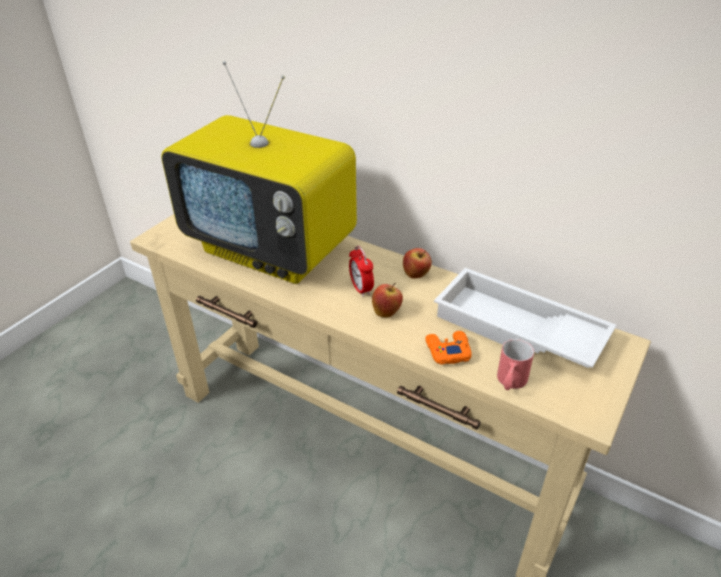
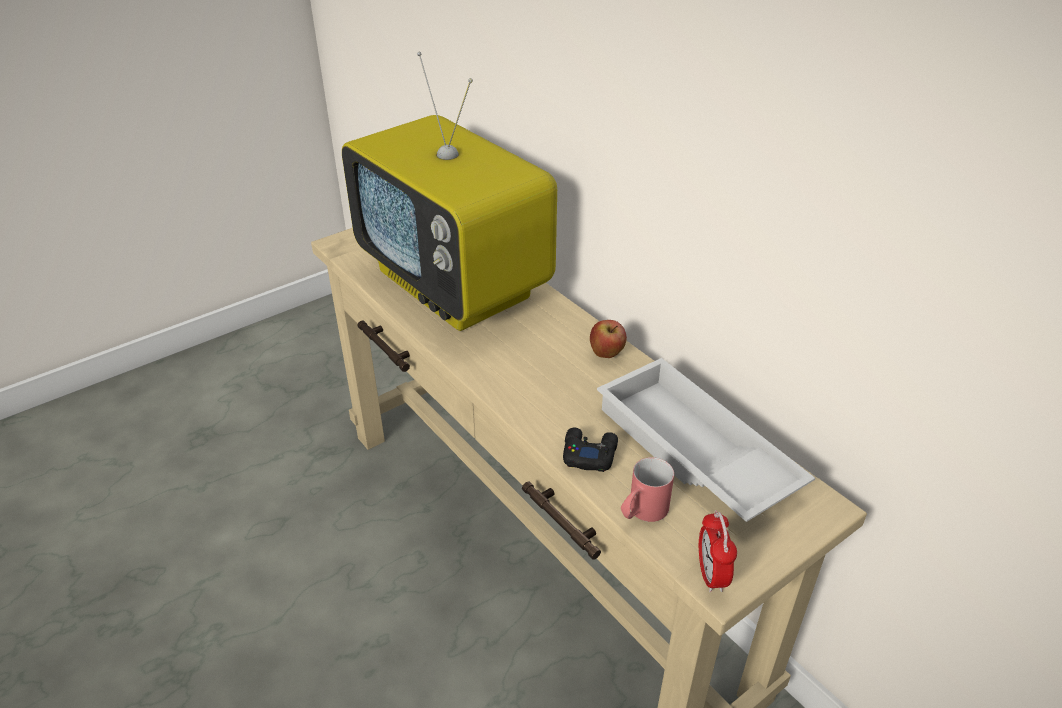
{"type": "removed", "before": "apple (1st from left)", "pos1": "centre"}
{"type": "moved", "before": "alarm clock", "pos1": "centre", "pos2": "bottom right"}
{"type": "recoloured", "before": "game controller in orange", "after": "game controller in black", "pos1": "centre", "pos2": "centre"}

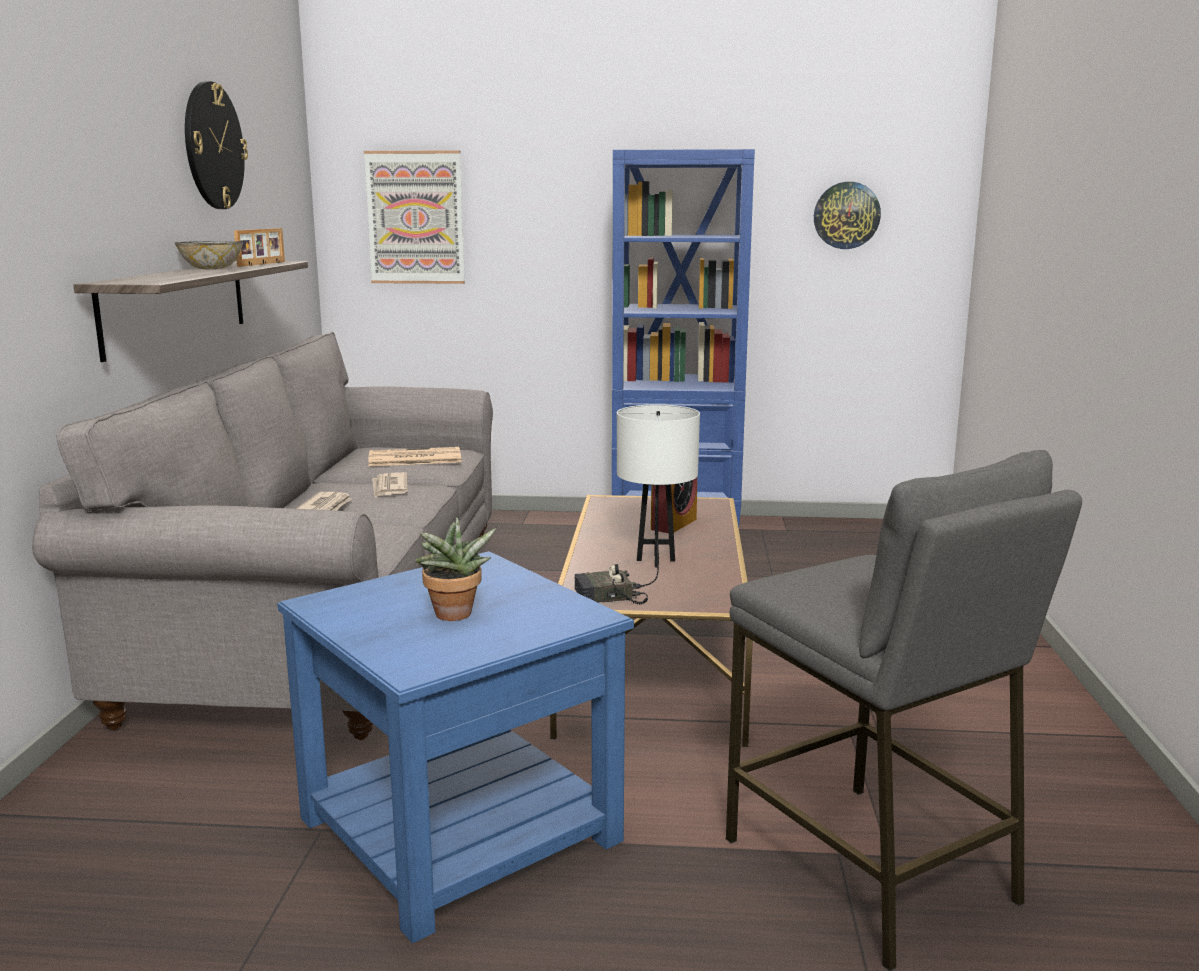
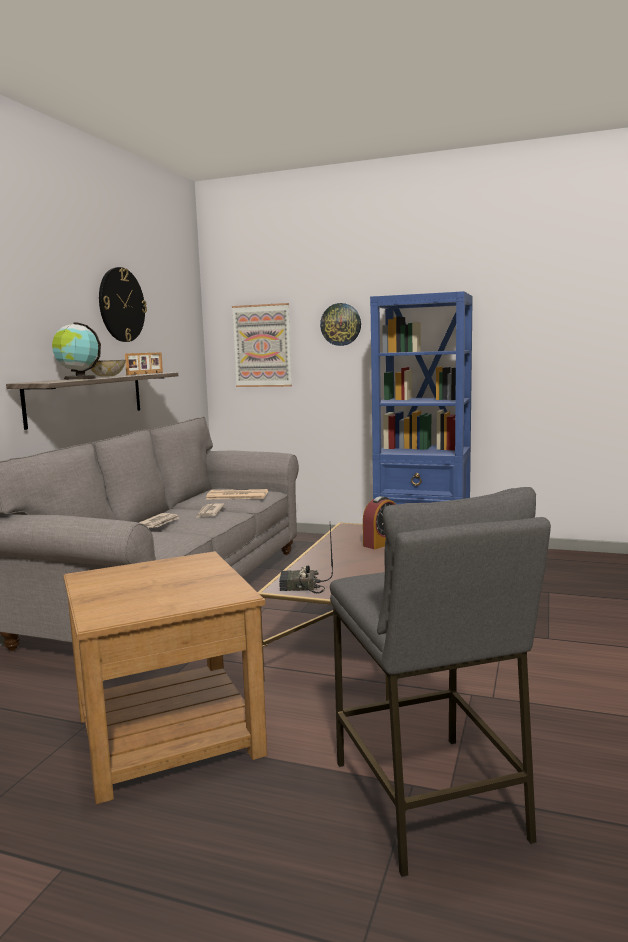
{"type": "removed", "before": "potted plant", "pos1": "centre"}
{"type": "removed", "before": "table lamp in white", "pos1": "centre"}
{"type": "added", "after": "globe", "pos2": "middle left"}
{"type": "moved", "before": "wall clock (2nd from left)", "pos1": "top right", "pos2": "centre"}
{"type": "recoloured", "before": "side table in blue", "after": "side table in brown", "pos1": "bottom centre", "pos2": "bottom left"}

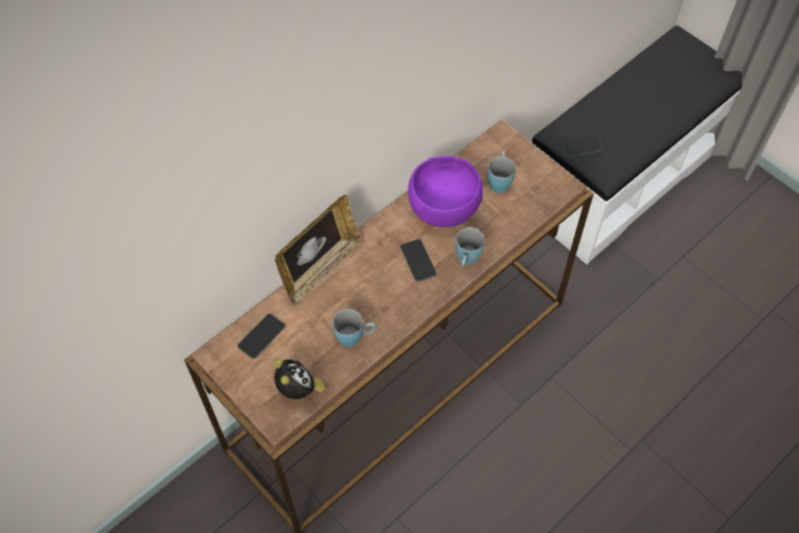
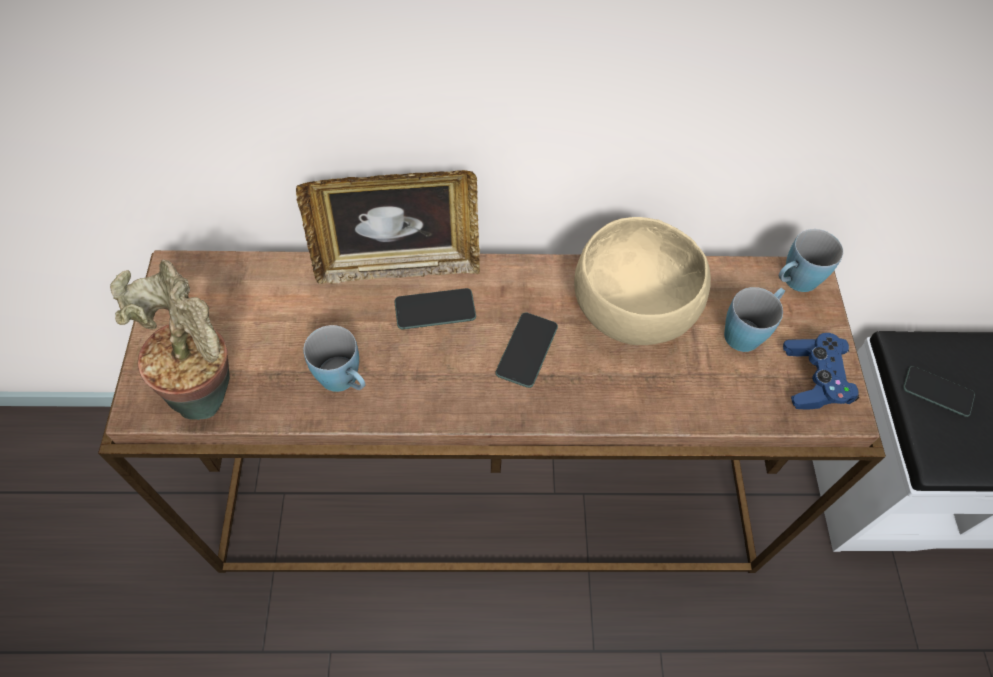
{"type": "added", "after": "game controller in blue", "pos2": "middle right"}
{"type": "moved", "before": "phone (1st from left)", "pos1": "middle left", "pos2": "centre"}
{"type": "moved", "before": "mug in blue (2nd from left in the first image)", "after": "mug in blue (3rd from left)", "pos1": "centre", "pos2": "middle right"}
{"type": "replaced", "before": "alarm clock", "after": "potted plant", "pos1": "bottom centre", "pos2": "middle left"}
{"type": "recoloured", "before": "bowl in purple", "after": "bowl in beige", "pos1": "centre", "pos2": "centre"}

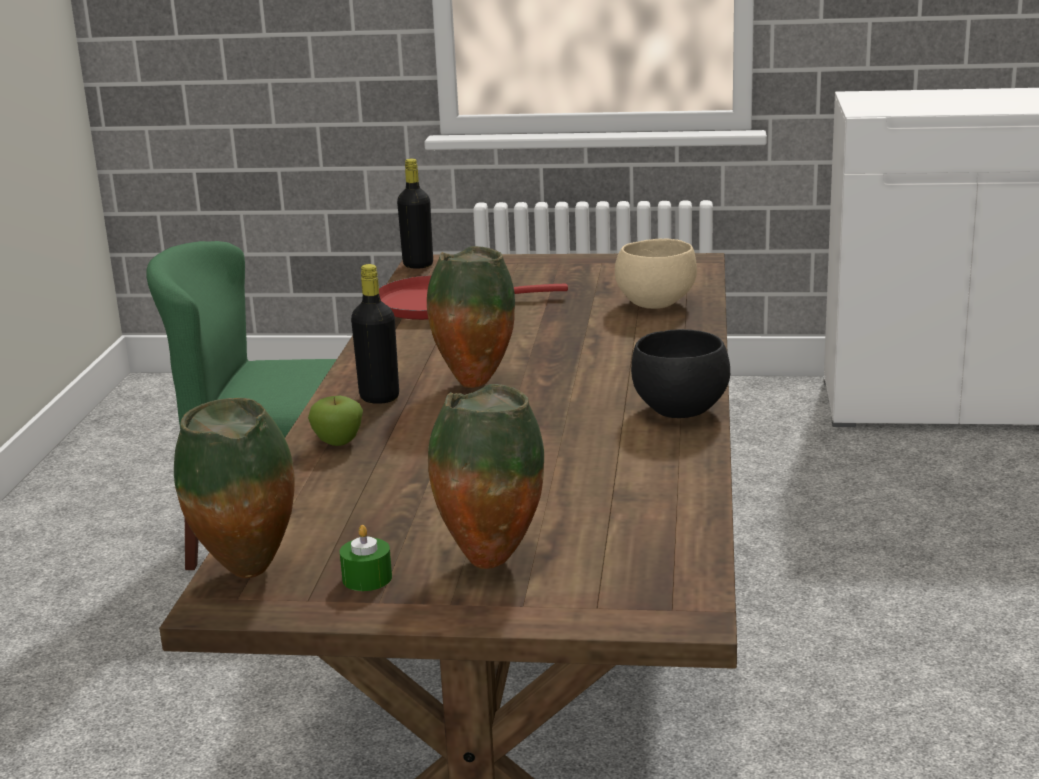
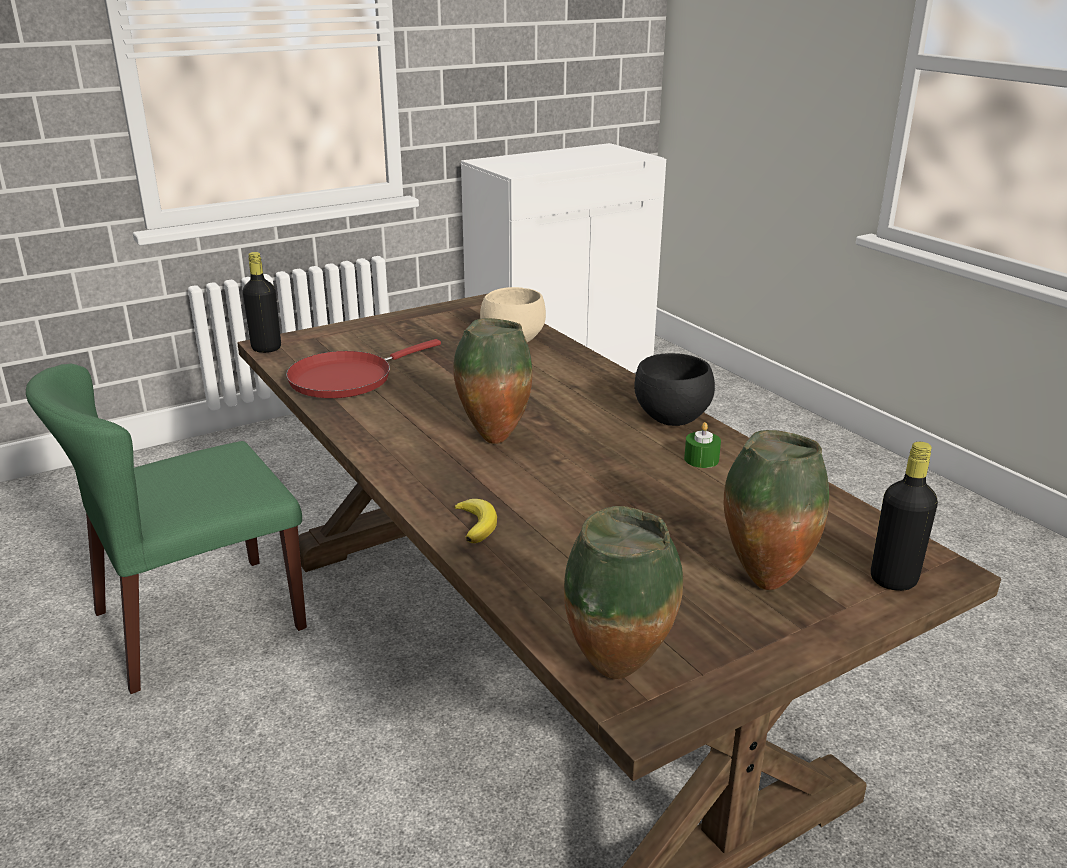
{"type": "moved", "before": "candle in green", "pos1": "bottom centre", "pos2": "centre"}
{"type": "moved", "before": "bottle in black (1st from left in the first image)", "after": "bottle in black (2nd from left)", "pos1": "centre", "pos2": "middle right"}
{"type": "replaced", "before": "apple", "after": "banana", "pos1": "middle left", "pos2": "centre"}

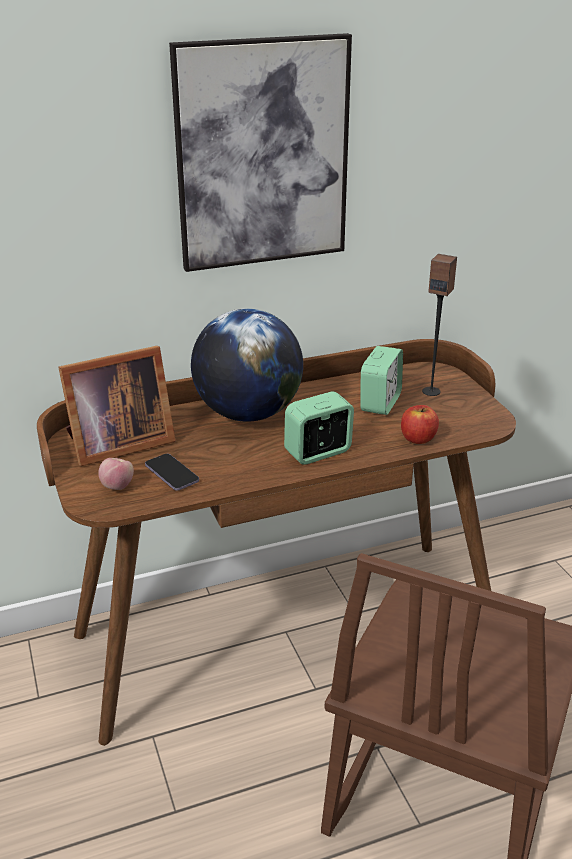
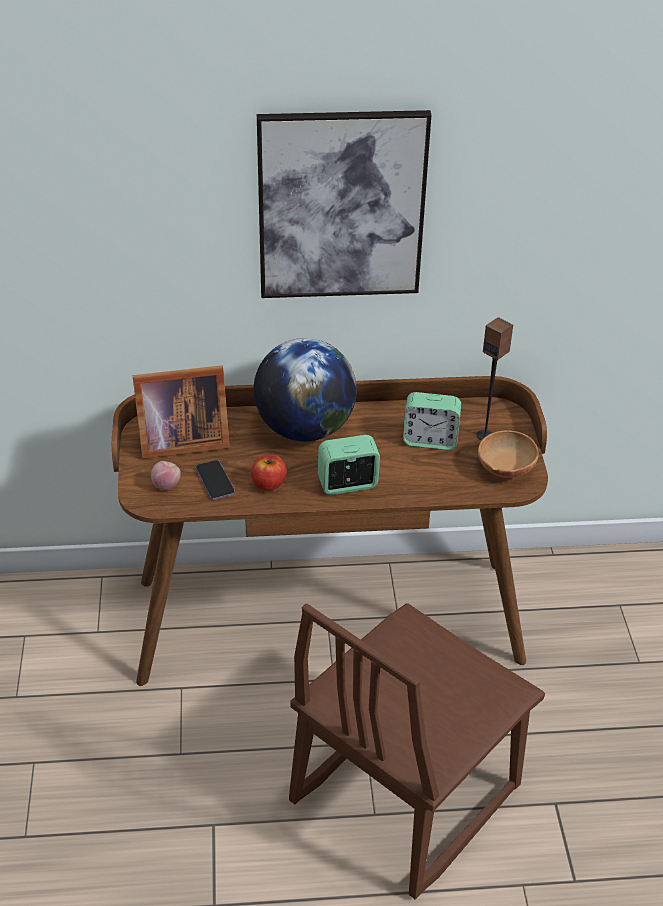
{"type": "added", "after": "bowl in brown", "pos2": "middle right"}
{"type": "moved", "before": "apple (2nd from left)", "pos1": "middle right", "pos2": "centre"}
{"type": "turned", "before": "alarm clock (2nd from left)", "pos1": "centre", "pos2": "centre", "turn": 60}

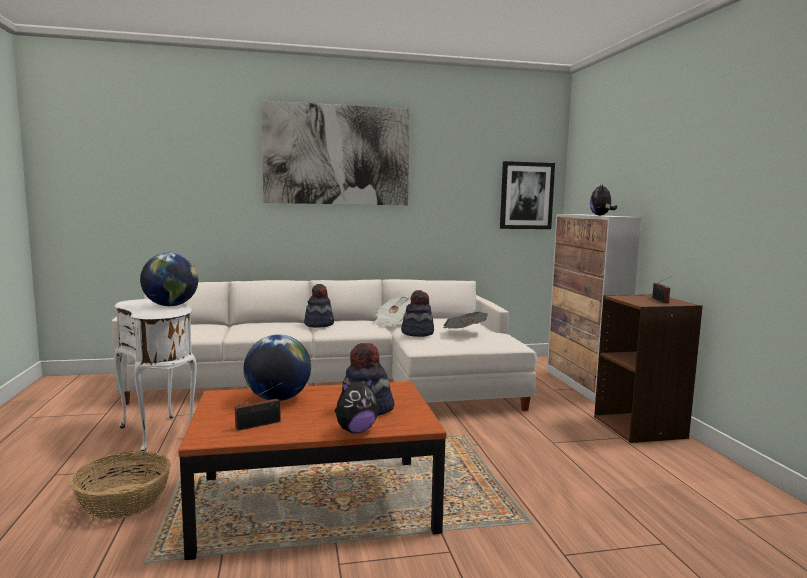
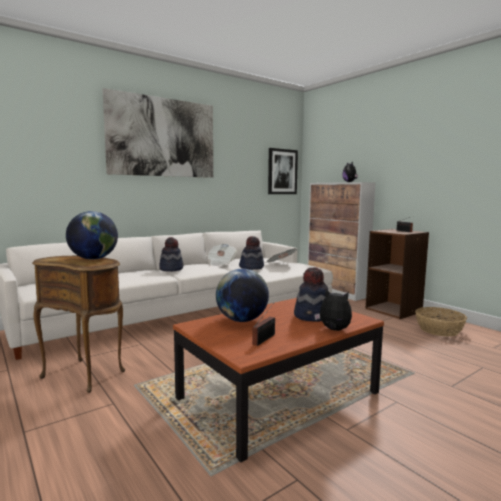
{"type": "moved", "before": "basket", "pos1": "bottom left", "pos2": "middle right"}
{"type": "recoloured", "before": "side table in white", "after": "side table in brown", "pos1": "middle left", "pos2": "middle left"}
{"type": "turned", "before": "plush toy (1st from left)", "pos1": "bottom centre", "pos2": "centre", "turn": -90}

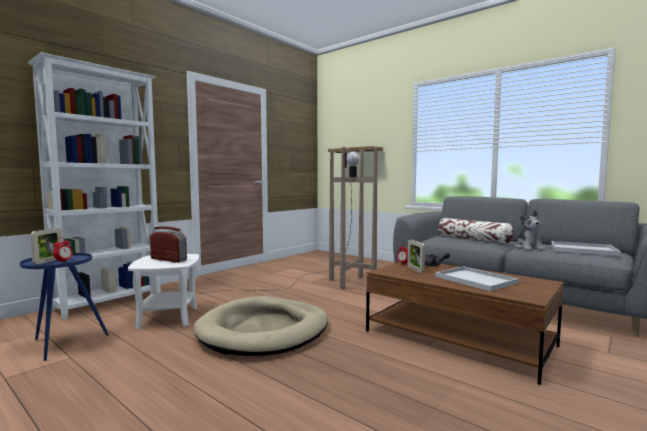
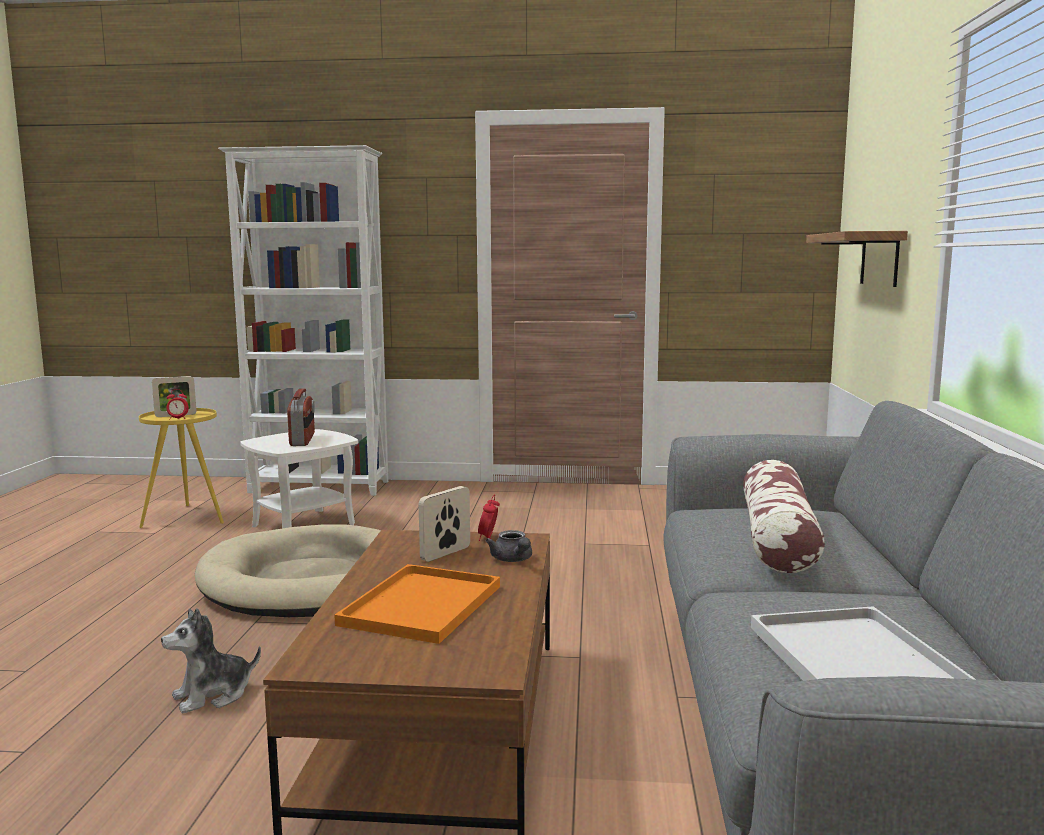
{"type": "removed", "before": "floor lamp in brown", "pos1": "centre"}
{"type": "moved", "before": "plush toy", "pos1": "middle right", "pos2": "bottom left"}
{"type": "recoloured", "before": "side table in blue", "after": "side table in yellow", "pos1": "bottom left", "pos2": "middle left"}
{"type": "recoloured", "before": "tray in white (1st from left)", "after": "tray in orange", "pos1": "middle right", "pos2": "bottom centre"}

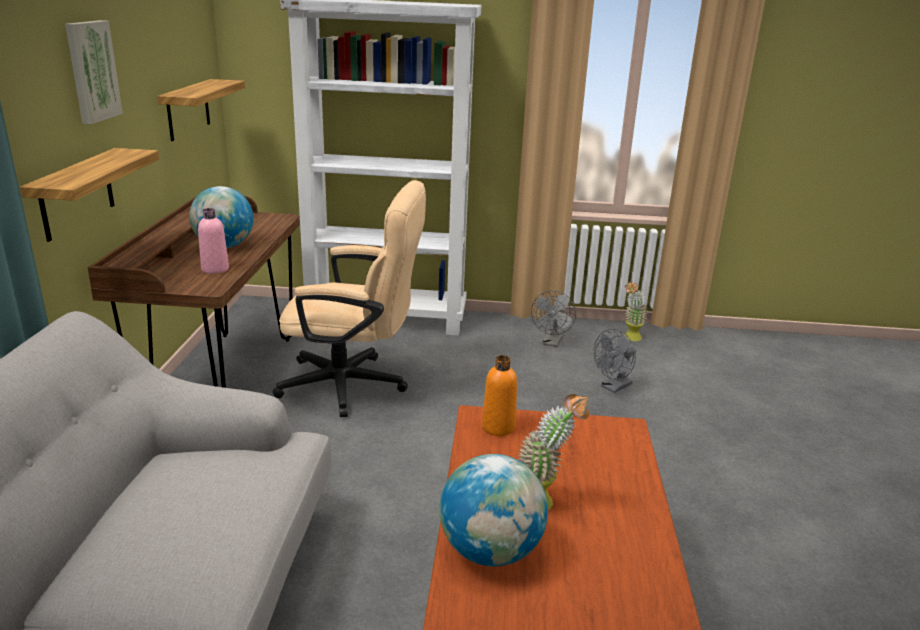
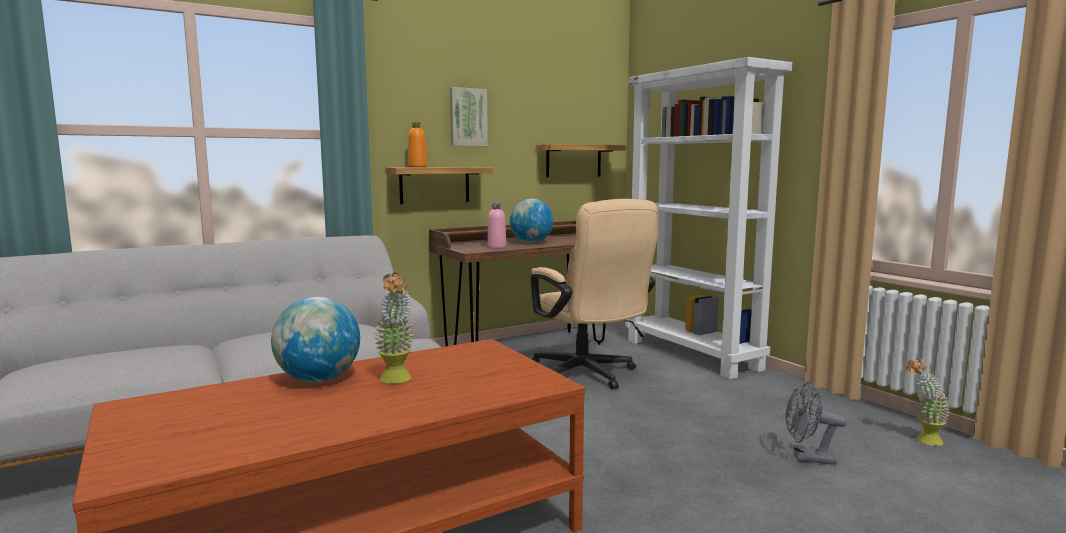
{"type": "removed", "before": "fan in grey (1st from left)", "pos1": "centre"}
{"type": "moved", "before": "bottle in orange", "pos1": "centre", "pos2": "top centre"}

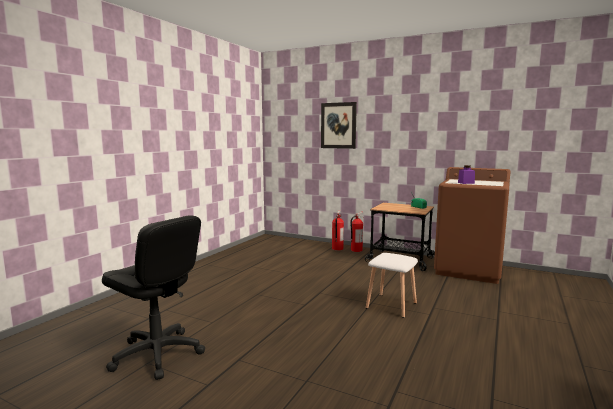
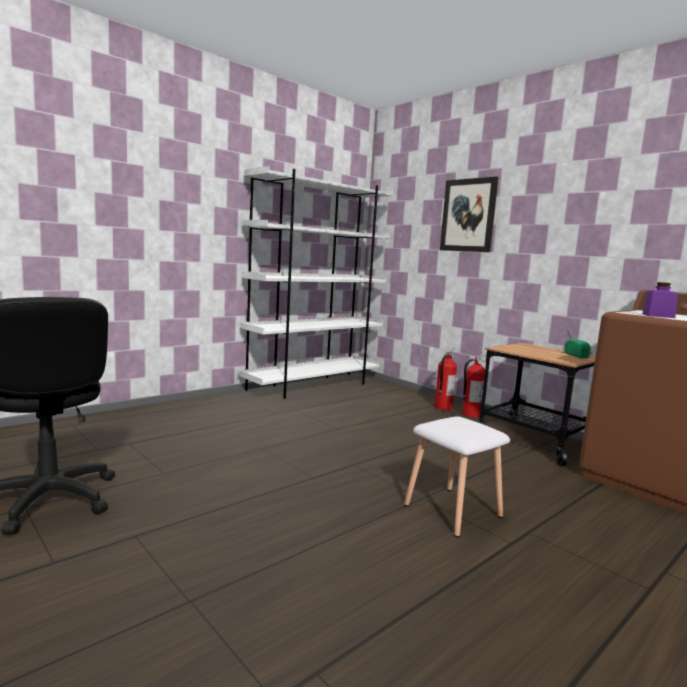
{"type": "added", "after": "bookcase in white", "pos2": "centre"}

